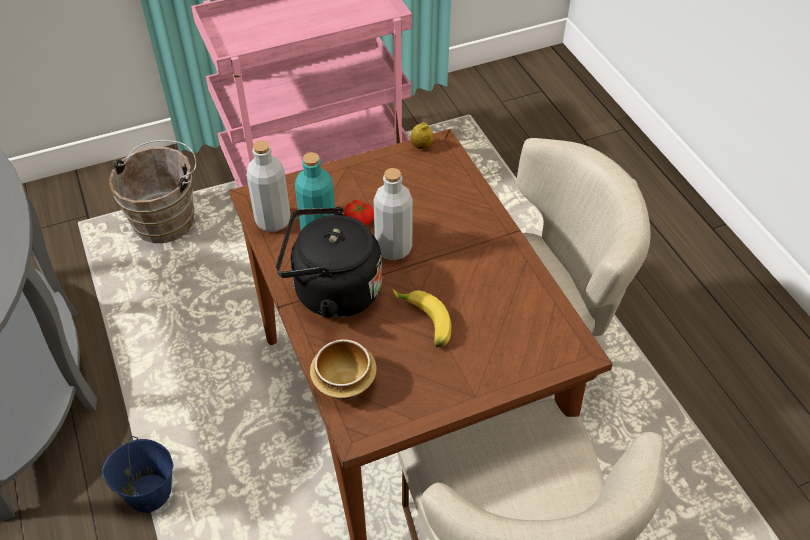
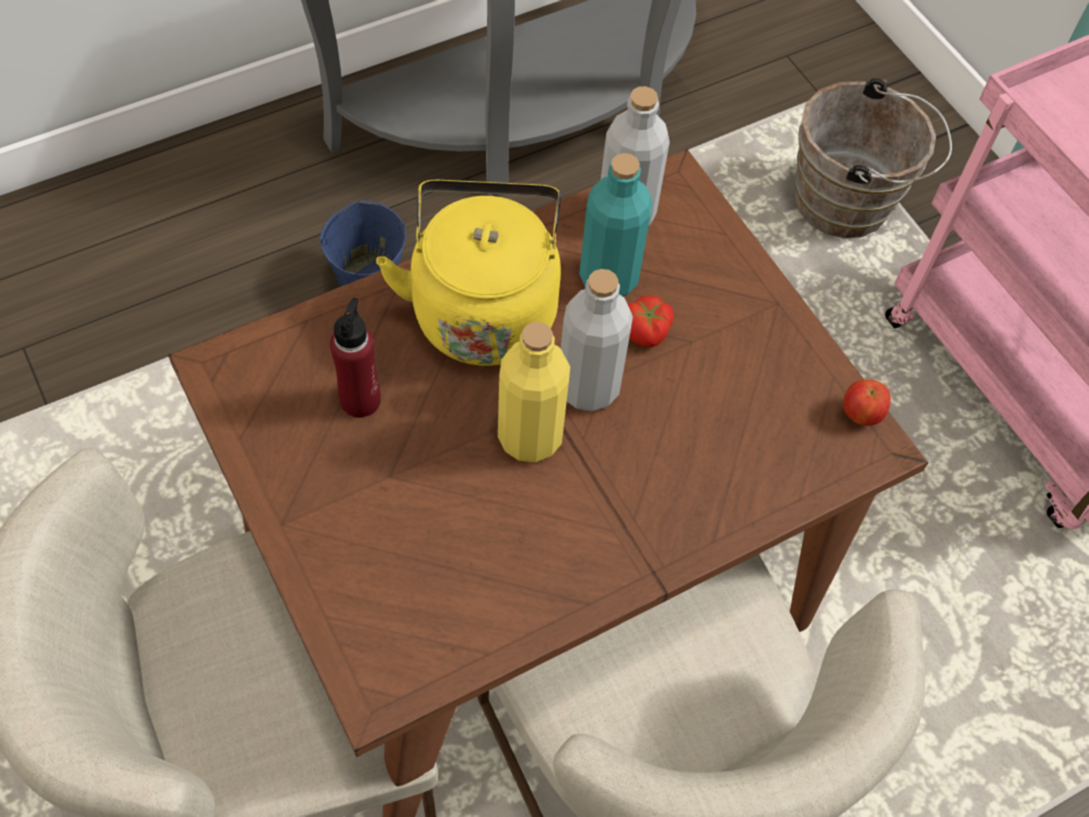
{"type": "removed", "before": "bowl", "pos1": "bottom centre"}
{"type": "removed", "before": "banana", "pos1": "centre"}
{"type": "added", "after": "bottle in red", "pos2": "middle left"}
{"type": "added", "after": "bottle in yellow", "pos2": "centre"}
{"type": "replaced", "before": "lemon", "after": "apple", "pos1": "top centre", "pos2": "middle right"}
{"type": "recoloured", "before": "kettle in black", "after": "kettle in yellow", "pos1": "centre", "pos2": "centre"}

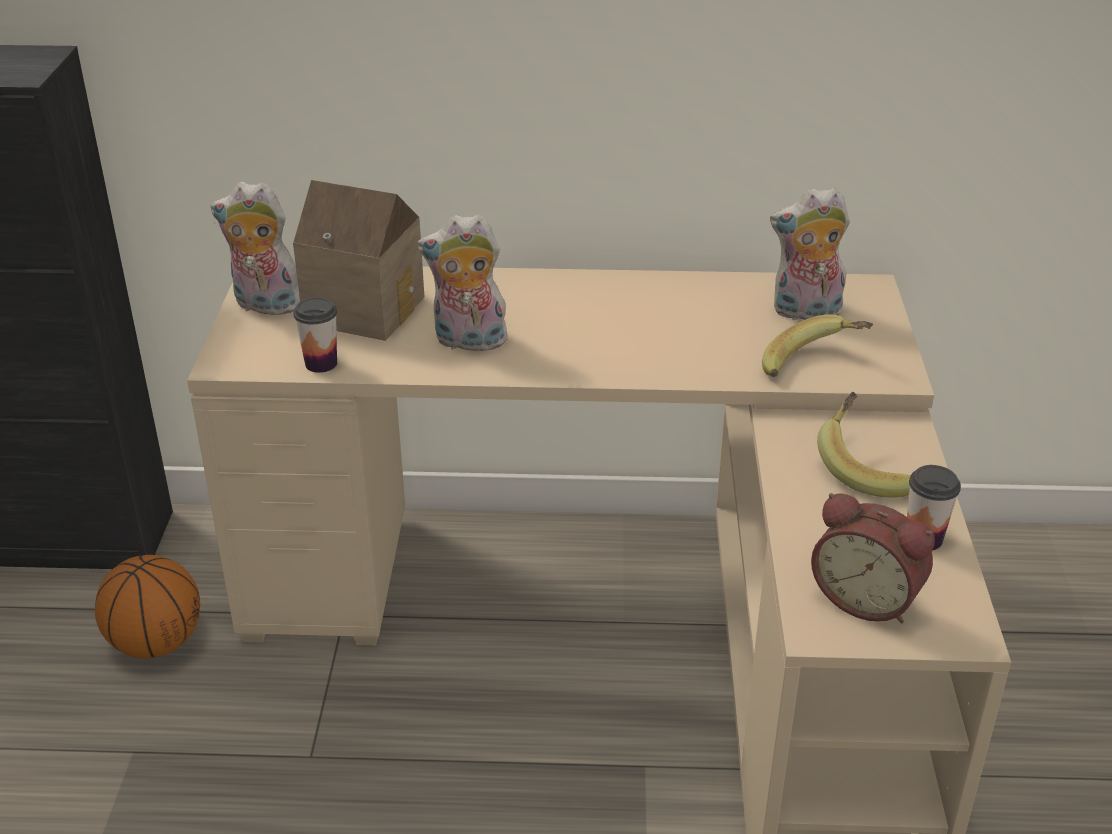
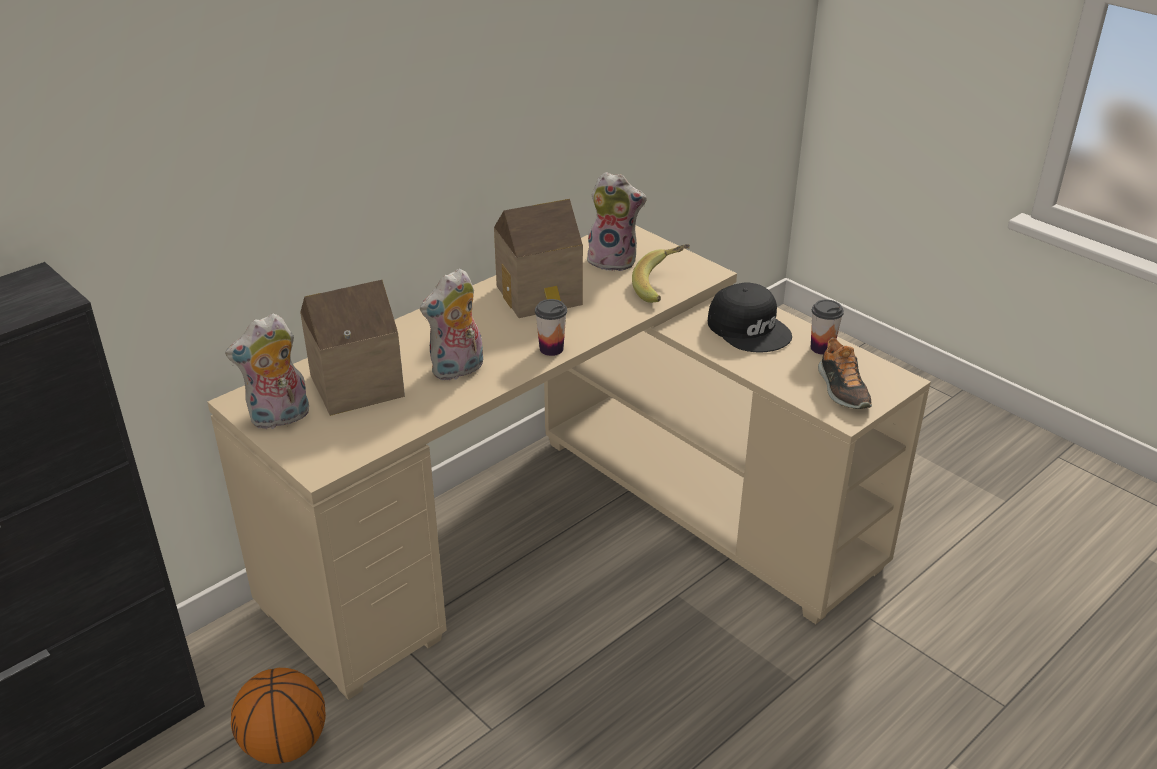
{"type": "added", "after": "toy house (2nd from left)", "pos2": "centre"}
{"type": "moved", "before": "cup (1st from left)", "pos1": "middle left", "pos2": "centre"}
{"type": "replaced", "before": "alarm clock", "after": "shoe", "pos1": "bottom right", "pos2": "middle right"}
{"type": "replaced", "before": "banana (2nd from left)", "after": "cap in black", "pos1": "middle right", "pos2": "centre"}
{"type": "turned", "before": "plush toy (3rd from left)", "pos1": "top right", "pos2": "top centre", "turn": -120}

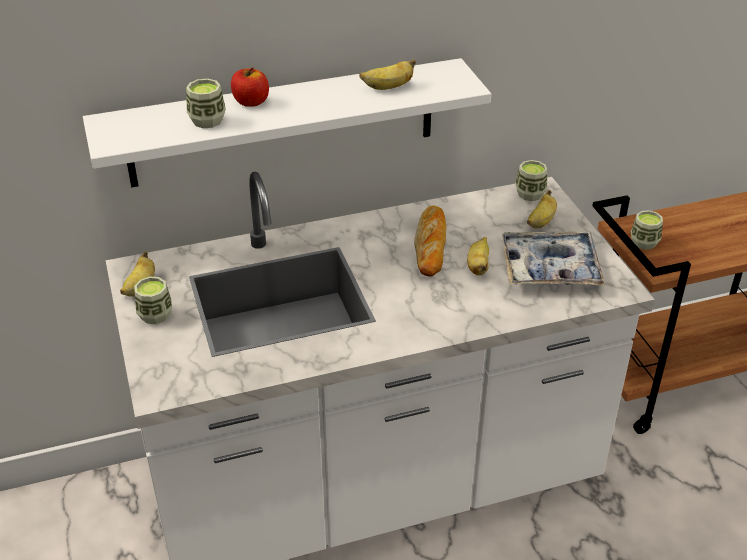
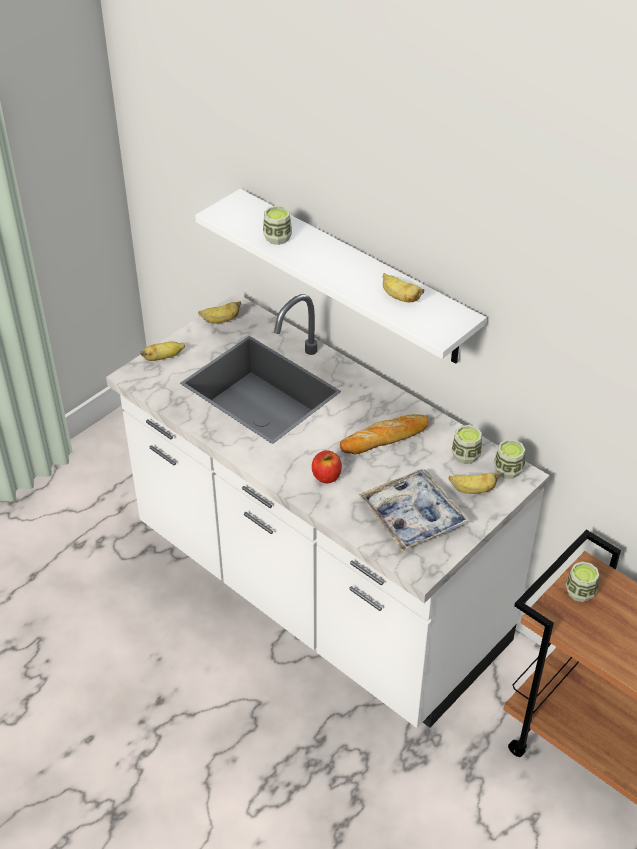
{"type": "moved", "before": "cup (1st from left in the first image)", "after": "cup (2nd from left)", "pos1": "middle left", "pos2": "middle right"}
{"type": "moved", "before": "apple", "pos1": "top centre", "pos2": "centre"}
{"type": "moved", "before": "banana (3rd from left in the first image)", "after": "banana (1st from left)", "pos1": "centre", "pos2": "middle left"}

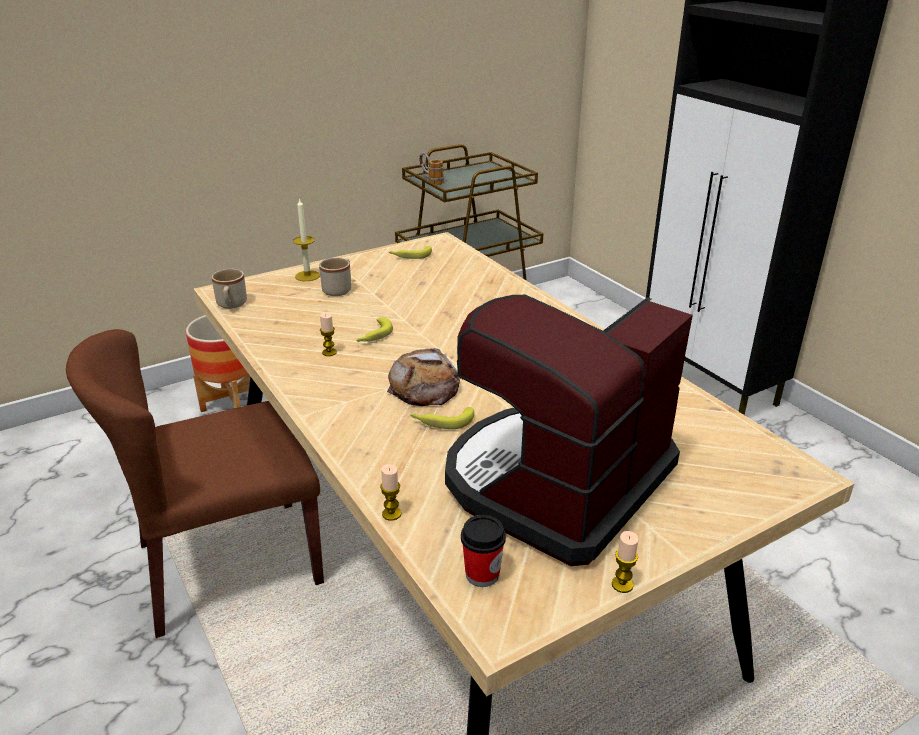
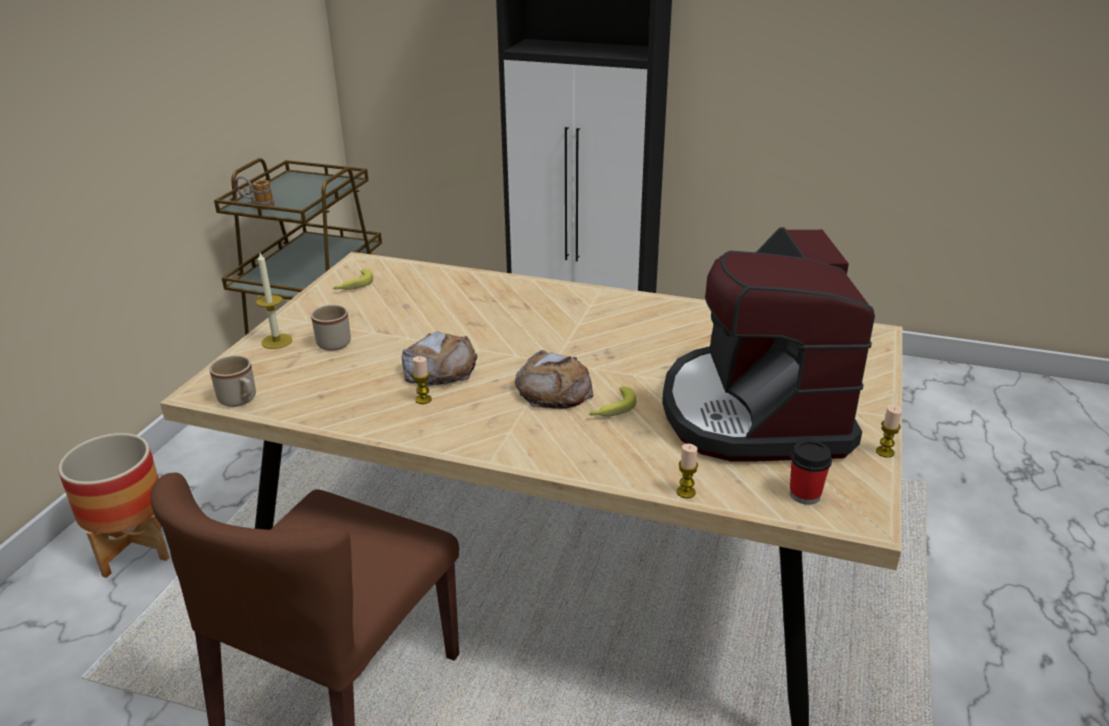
{"type": "replaced", "before": "banana (1st from left)", "after": "bread (1st from left)", "pos1": "centre", "pos2": "centre"}

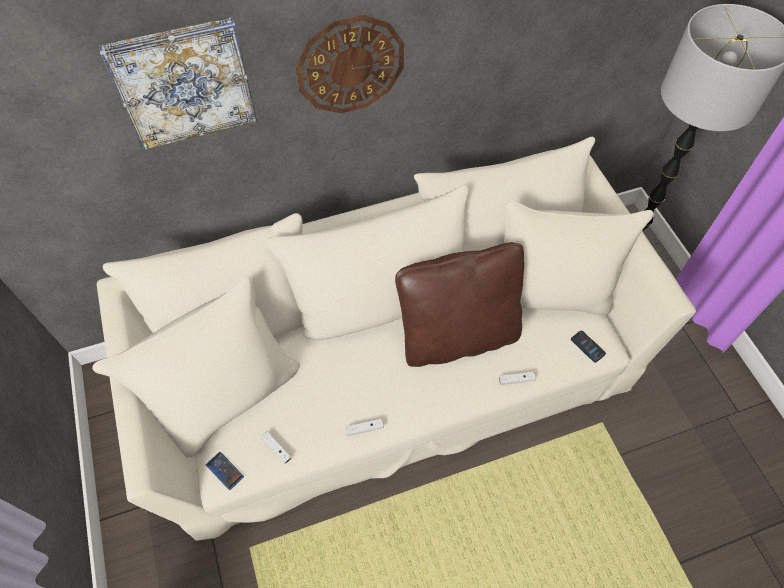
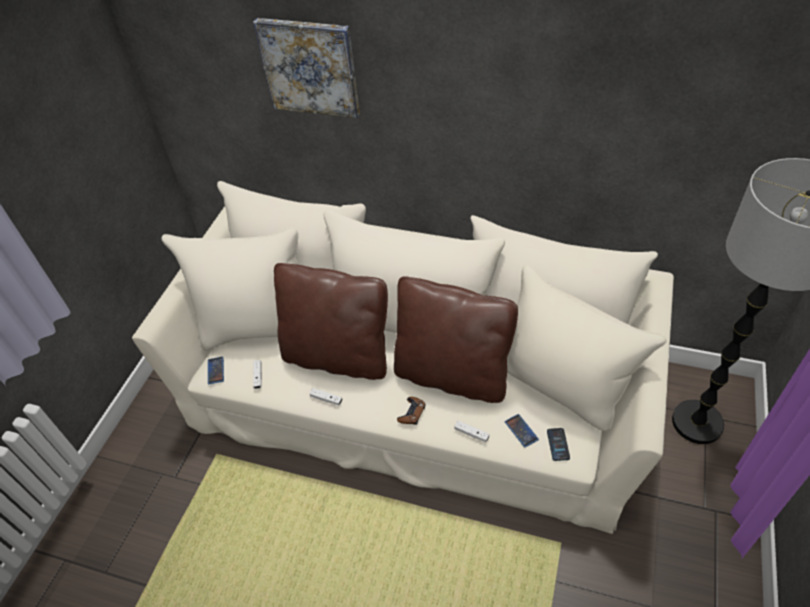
{"type": "removed", "before": "wall clock", "pos1": "top centre"}
{"type": "added", "after": "pillow in brown (1st from left)", "pos2": "centre"}
{"type": "added", "after": "game controller in brown", "pos2": "bottom centre"}
{"type": "added", "after": "phone (2nd from left)", "pos2": "bottom centre"}

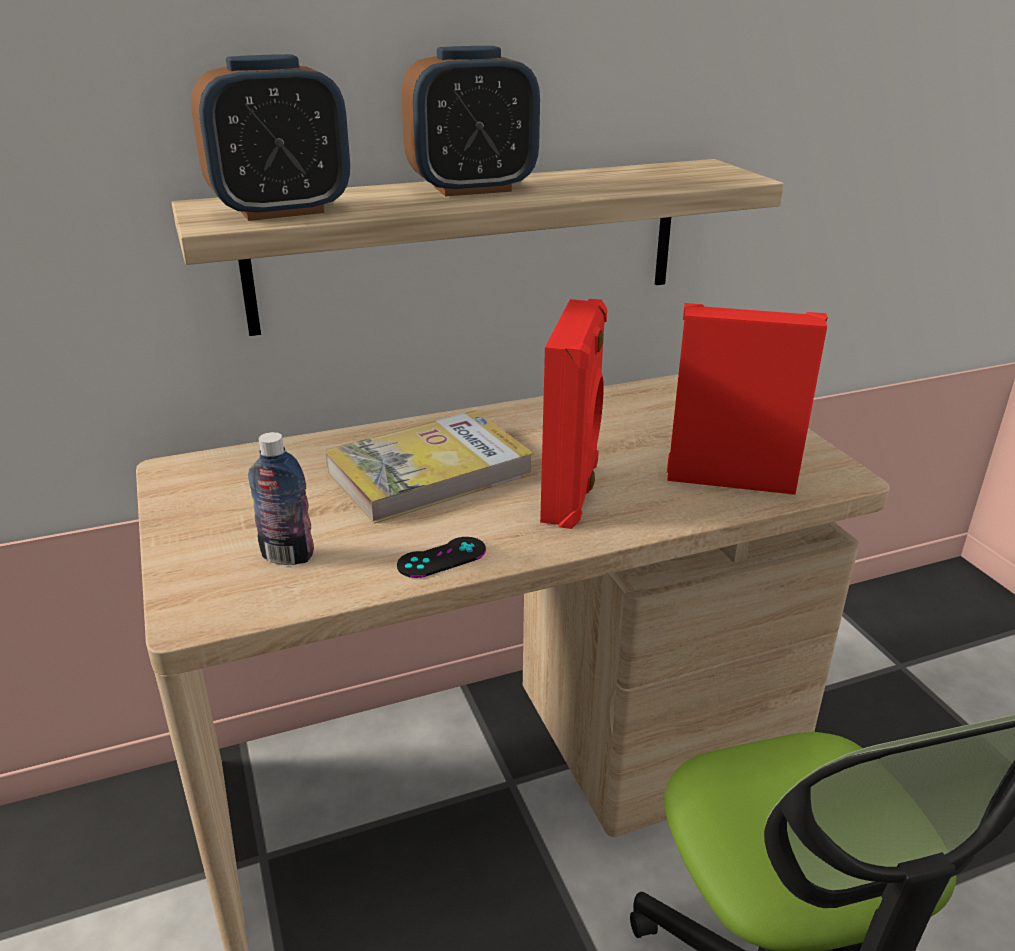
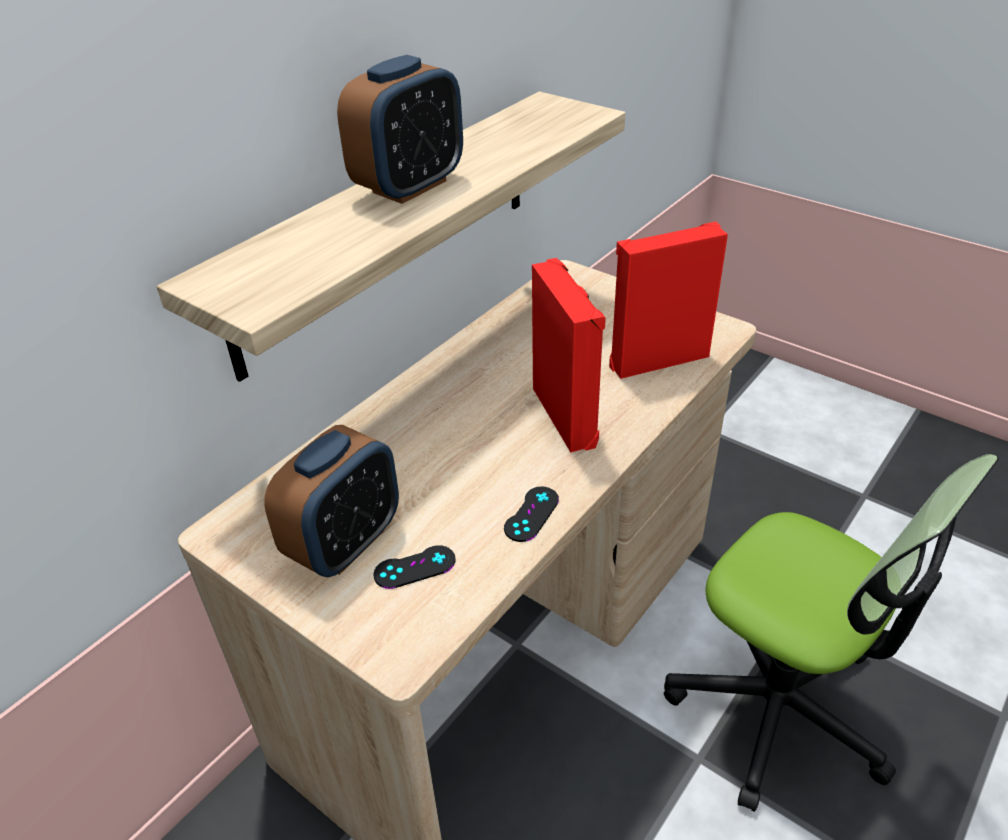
{"type": "removed", "before": "book", "pos1": "centre"}
{"type": "moved", "before": "alarm clock (1st from left)", "pos1": "top left", "pos2": "middle left"}
{"type": "replaced", "before": "bottle", "after": "game controller in black (1st from left)", "pos1": "middle left", "pos2": "bottom centre"}

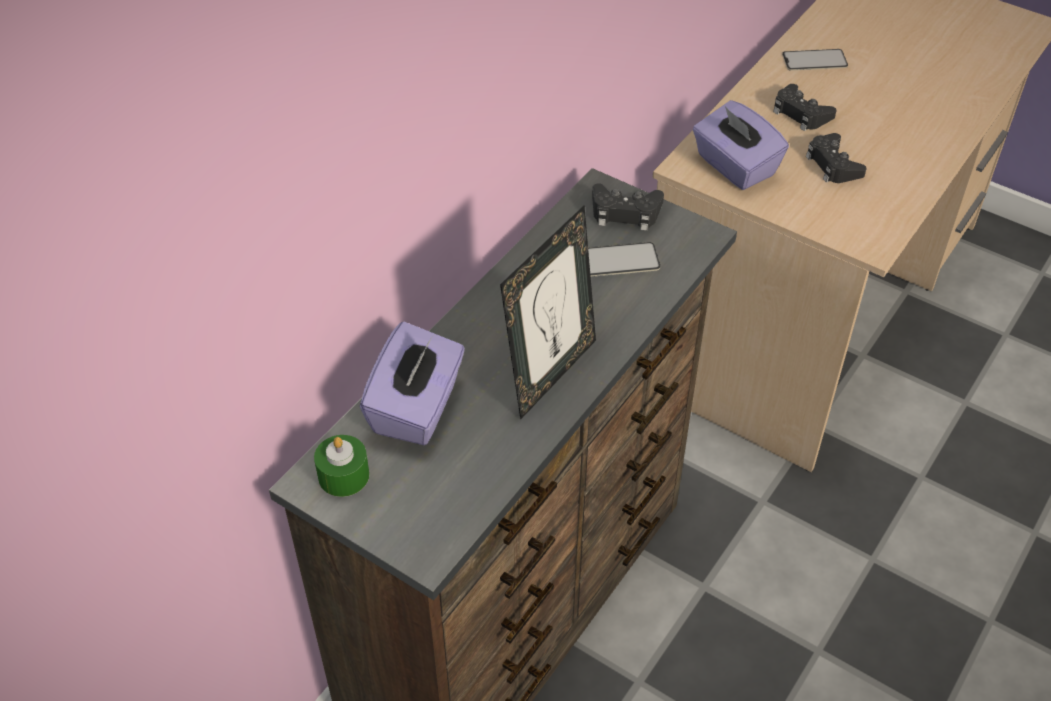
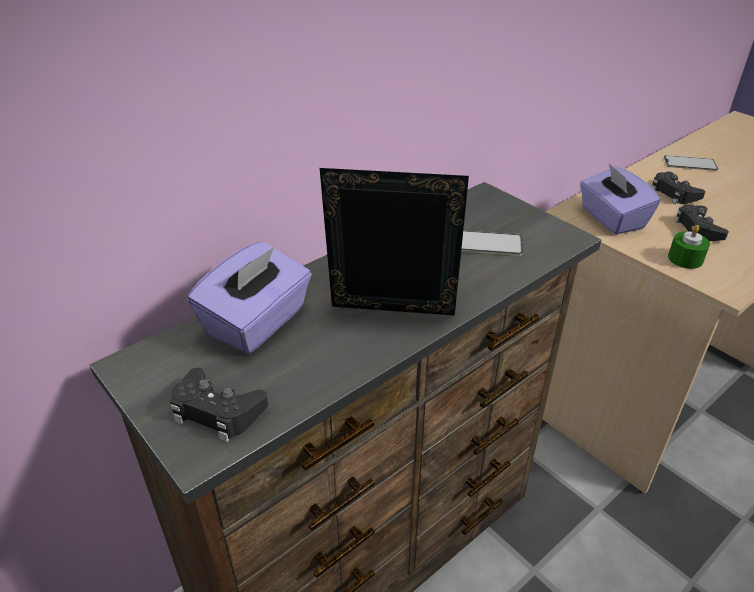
{"type": "moved", "before": "candle in green", "pos1": "middle left", "pos2": "middle right"}
{"type": "moved", "before": "game controller in black (1st from left)", "pos1": "top centre", "pos2": "bottom left"}
{"type": "turned", "before": "picture frame", "pos1": "centre", "pos2": "centre", "turn": -135}

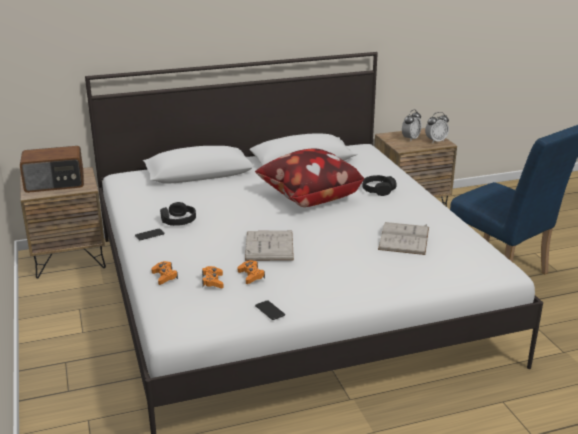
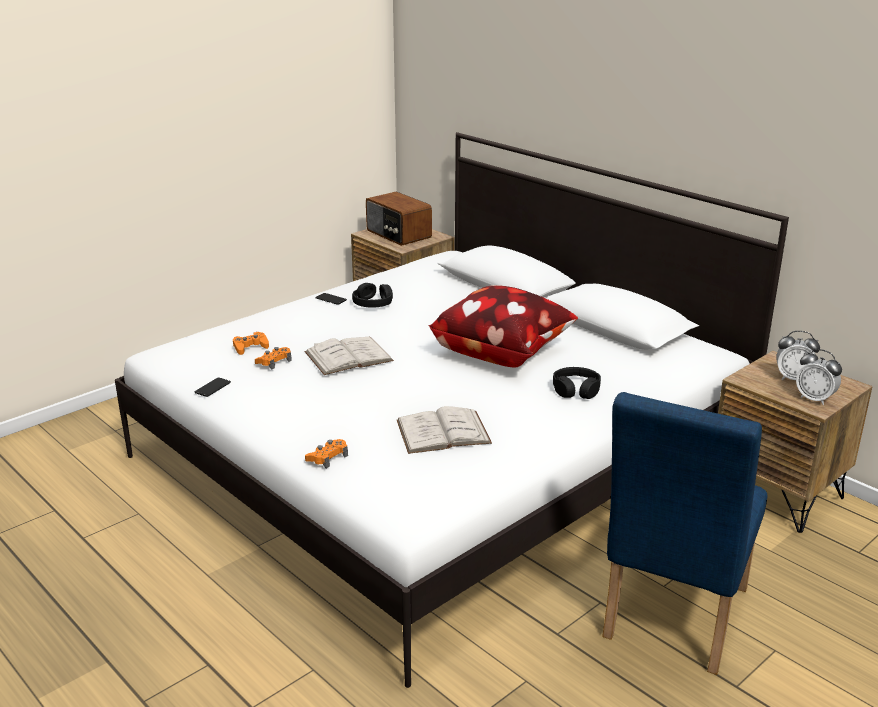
{"type": "moved", "before": "game controller in orange (1st from left in the first image)", "after": "game controller in orange (3rd from left)", "pos1": "middle left", "pos2": "centre"}

